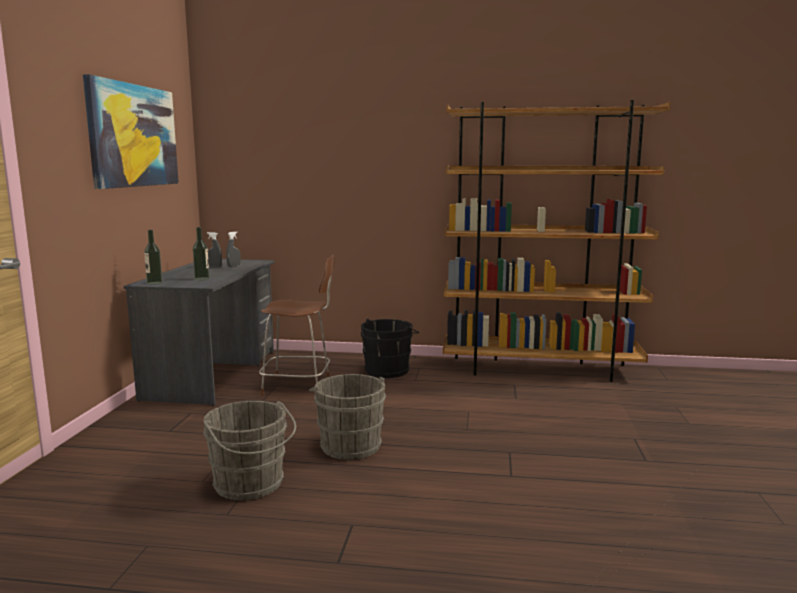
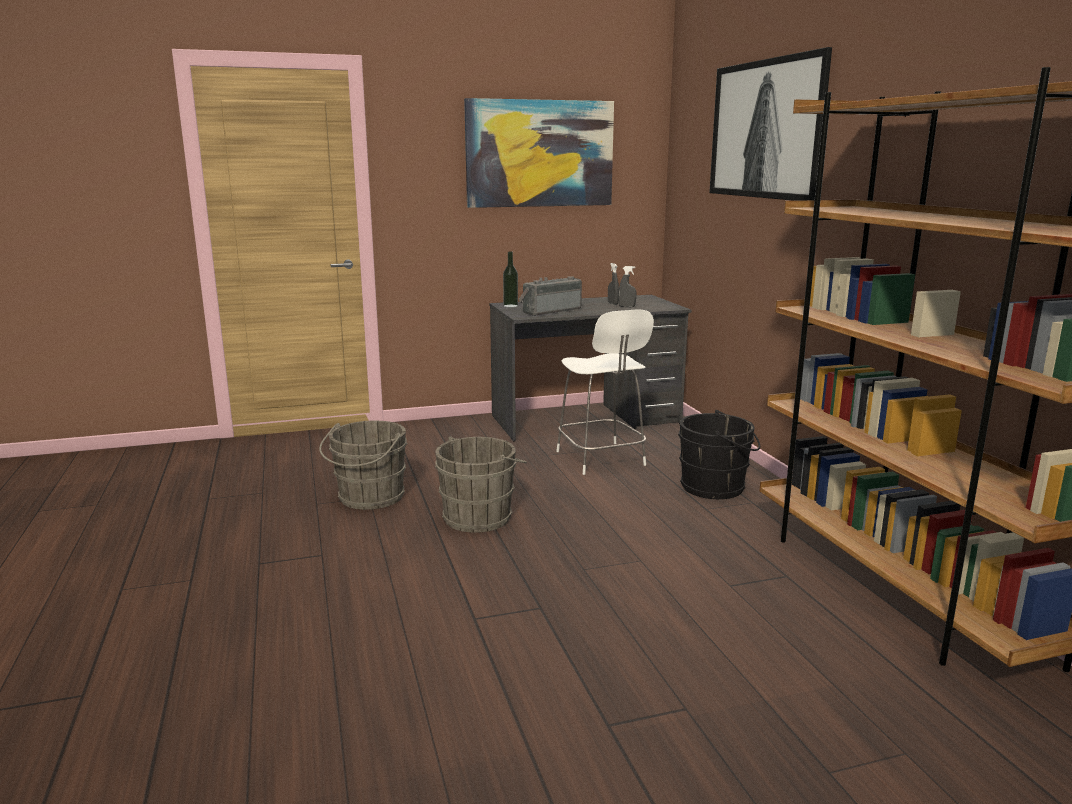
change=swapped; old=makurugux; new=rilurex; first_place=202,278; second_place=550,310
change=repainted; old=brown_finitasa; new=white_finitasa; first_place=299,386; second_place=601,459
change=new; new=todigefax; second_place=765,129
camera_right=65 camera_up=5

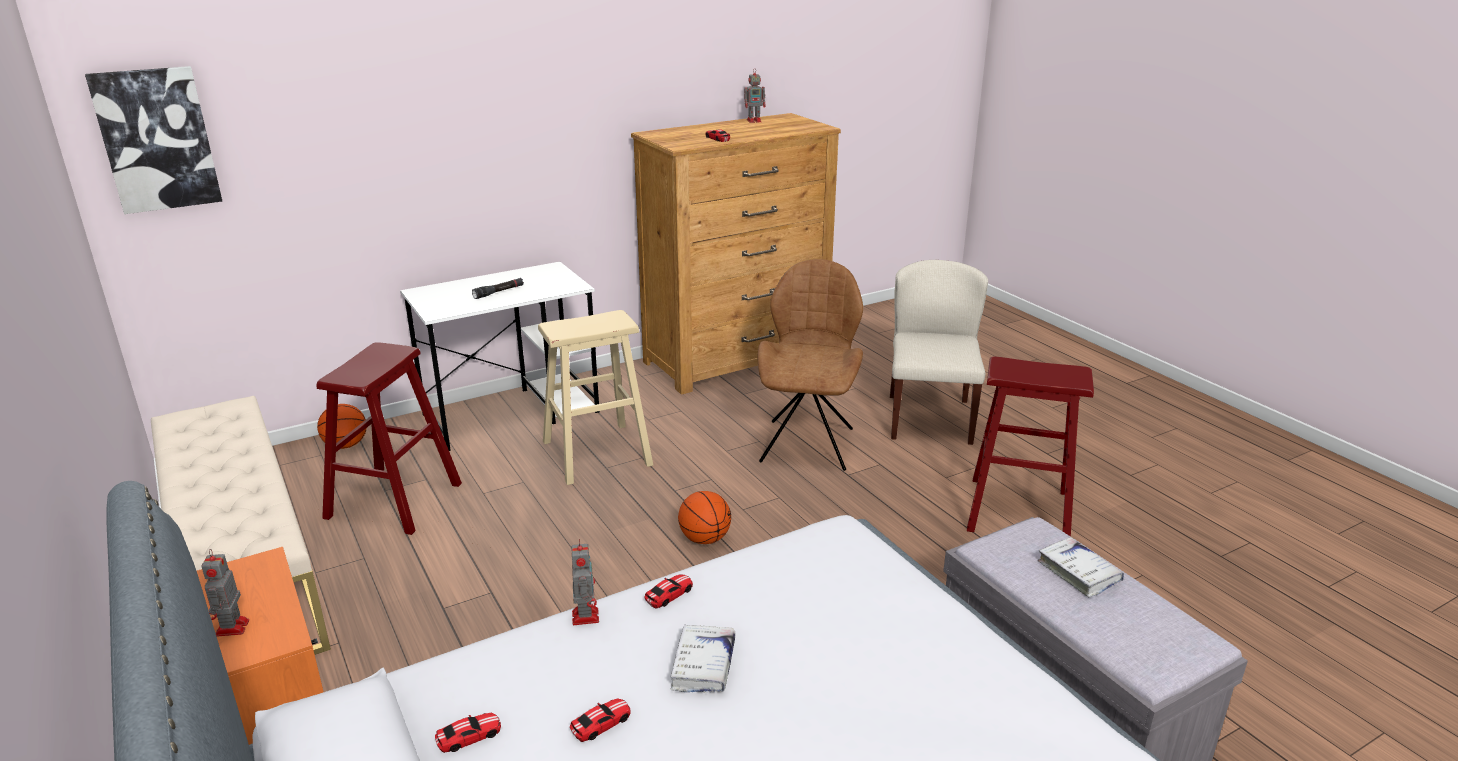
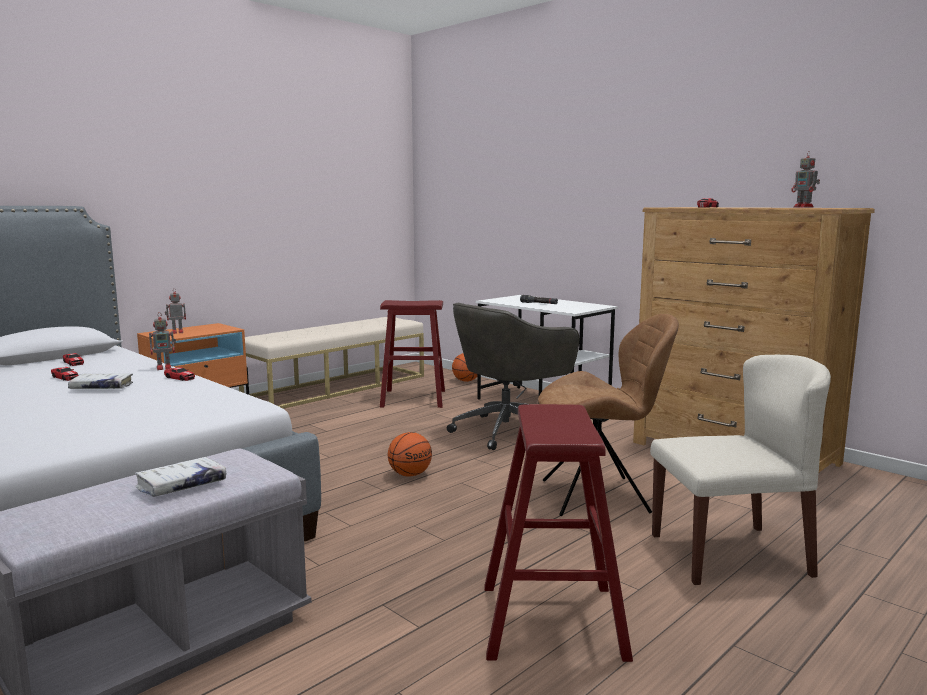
change=swapped; old=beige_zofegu; new=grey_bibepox; first_place=596,453; second_place=508,431
change=gone; old=todigefax; first_place=156,139
camera_right=75 camera_up=-15

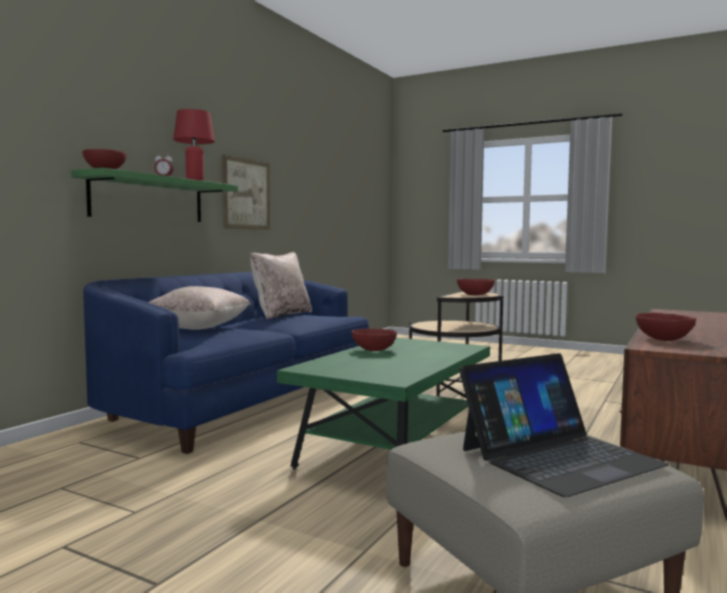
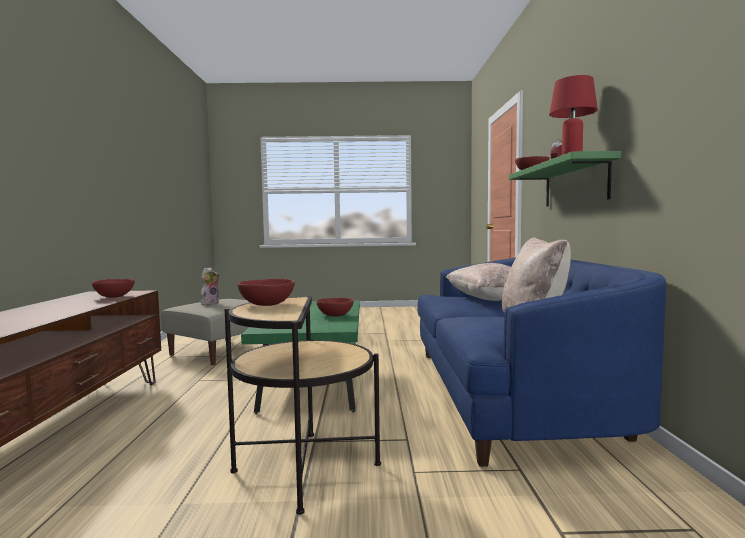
change=swapped; old=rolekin; new=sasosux; first_place=559,457; second_place=210,303
change=gone; old=todigefax; first_place=246,194
camera_right=150 camera_up=0

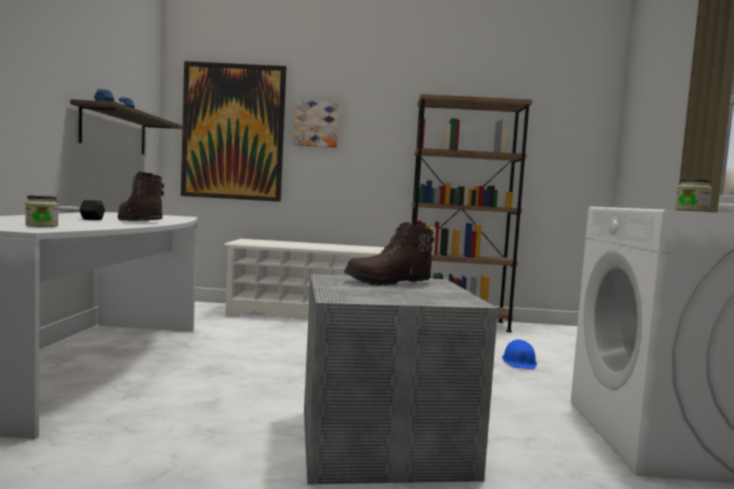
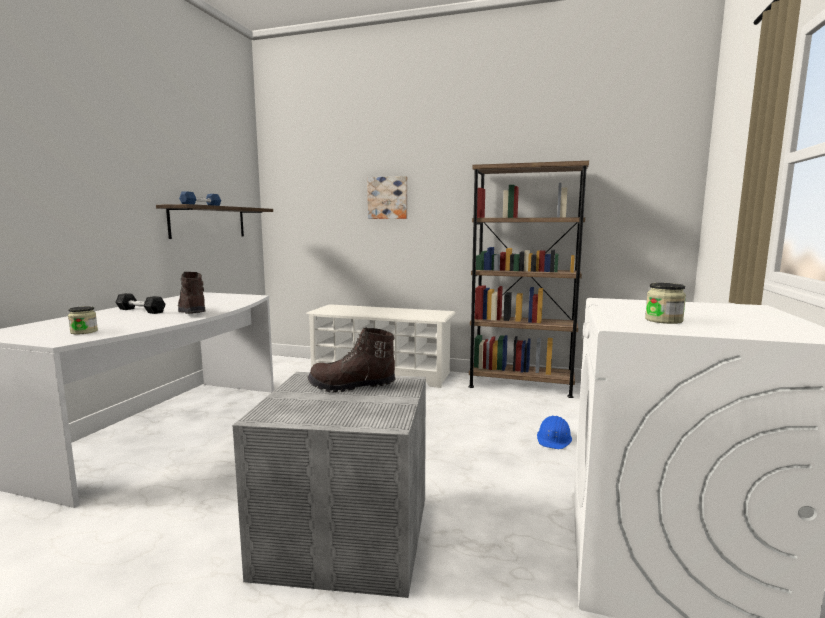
change=gone; old=todigefax; first_place=233,132
camera_right=15 camera_up=5

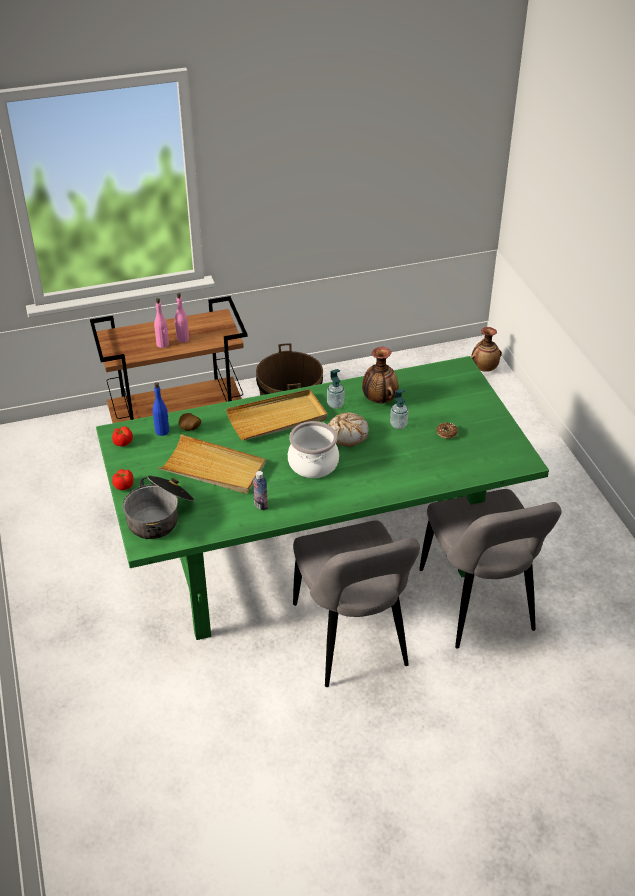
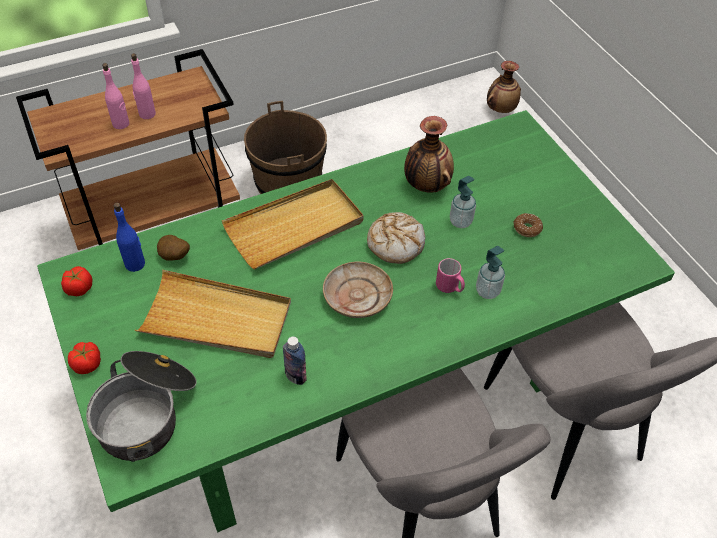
change=swapped; old=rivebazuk; new=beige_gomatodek; first_place=312,463; second_place=357,296
change=new; new=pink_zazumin; second_place=450,287
change=shifted; old=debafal; first_place=335,404; second_place=487,291
camera_right=-10 camera_up=10

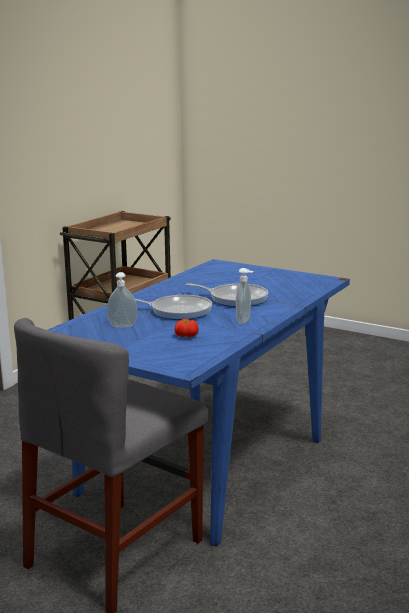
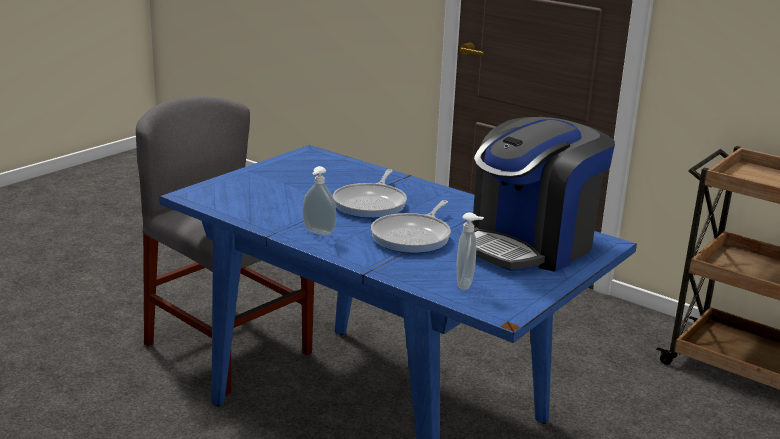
change=shifted; old=debafal; first_place=123,325; second_place=466,284
change=new; new=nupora; second_place=530,245
change=gone; old=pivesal; first_place=186,336
camera_right=95 camera_up=5

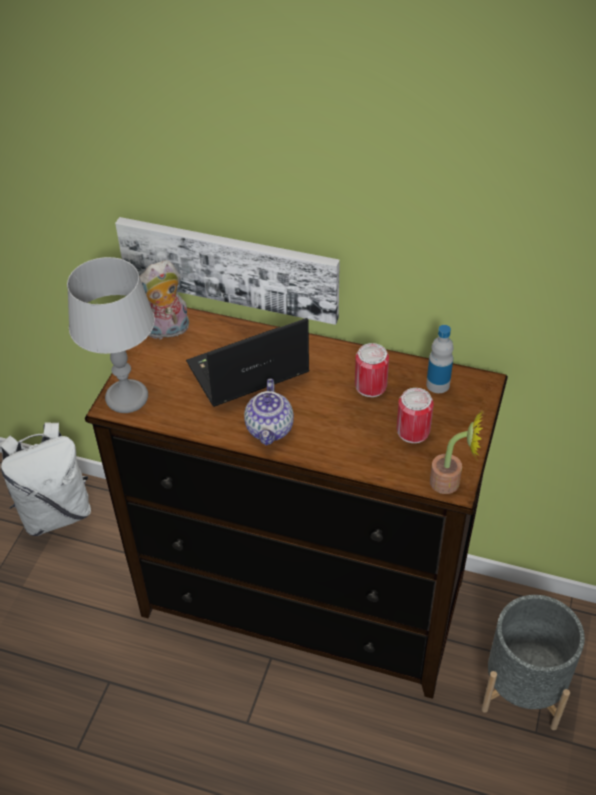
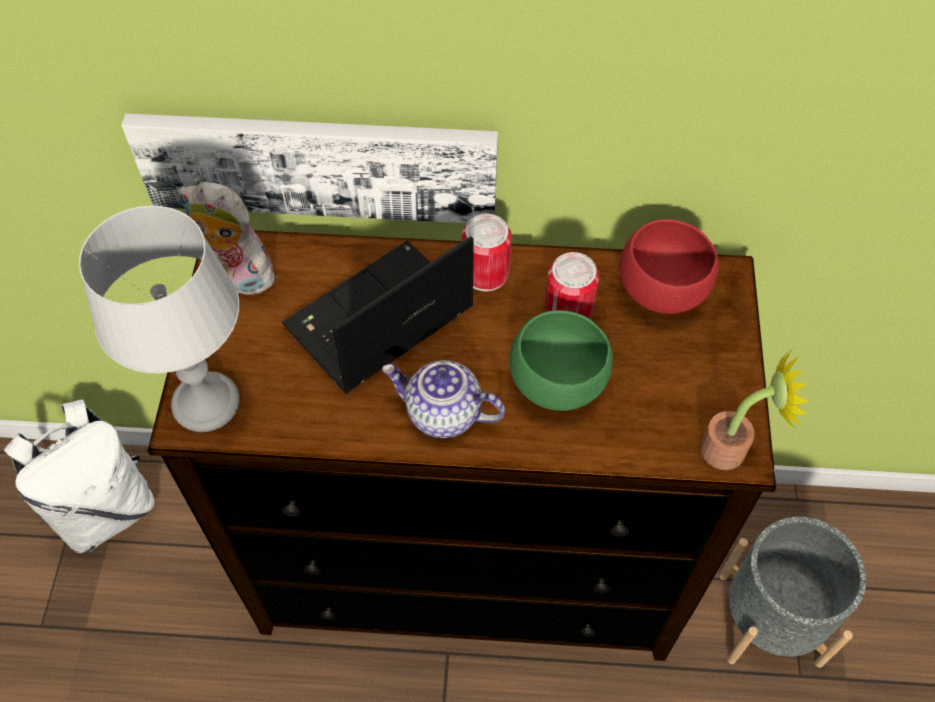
change=rotated; old=sasosux; first_place=166,331; second_place=237,277; degrees=60
change=rotated; old=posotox; first_place=270,429; second_place=442,414; degrees=120
change=shifted; old=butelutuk; first_place=413,430; second_place=485,273
change=new; new=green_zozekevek; second_place=558,382
change=swapped; old=makurugux; new=red_zozekevek; first_place=438,384; second_place=663,291
camera_right=-15 camera_up=10

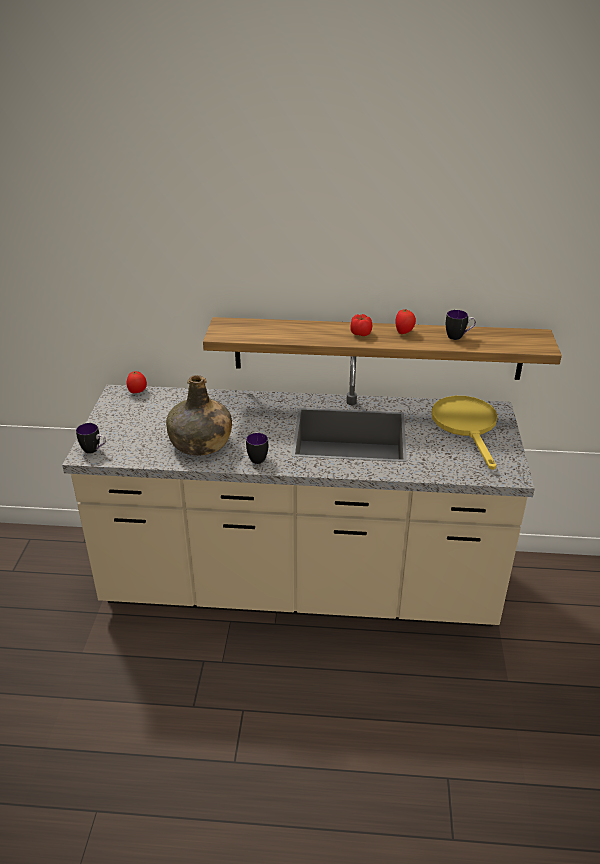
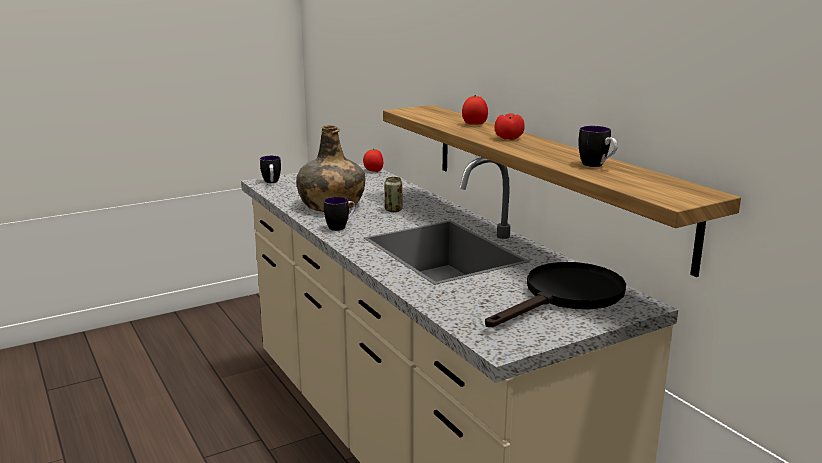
change=new; new=butelutuk; second_place=393,210
change=shifted; old=pivesal; first_place=404,332; second_place=474,124
change=repainted; old=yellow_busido; new=black_busido; first_place=467,426; second_place=566,297
camera_right=55 camera_up=-15

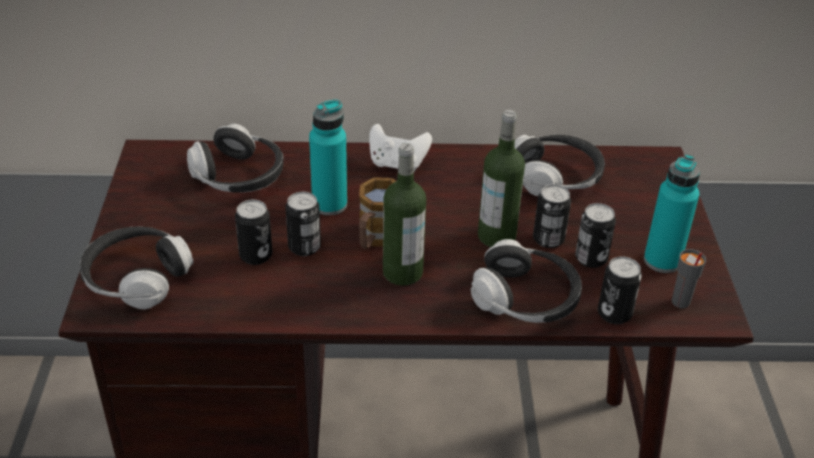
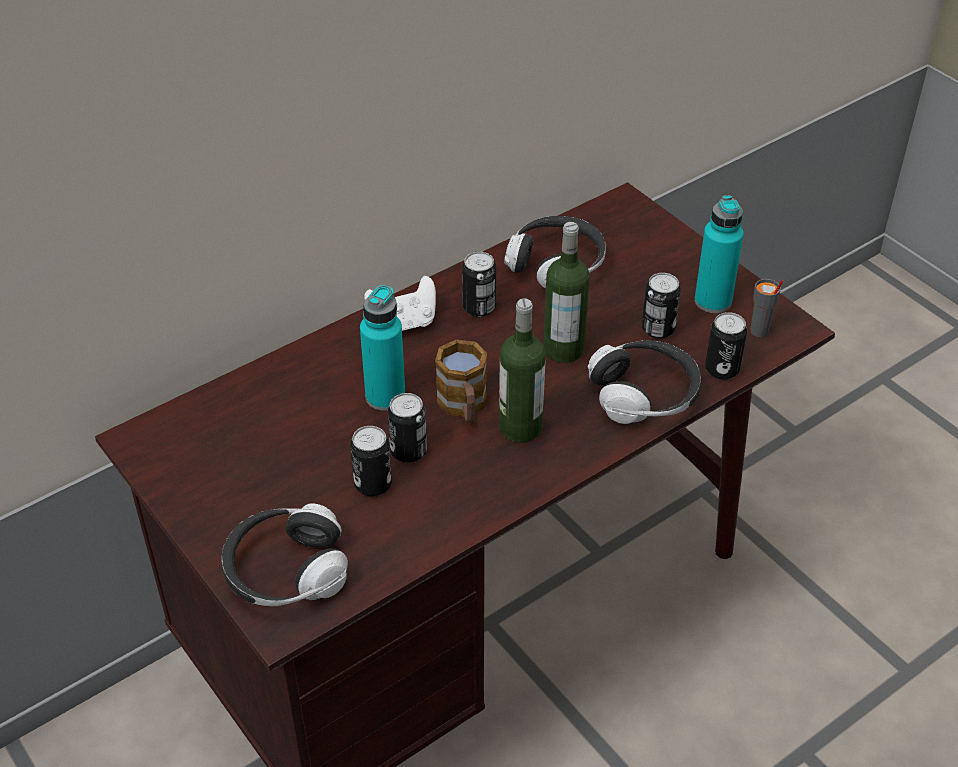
change=shifted; old=butelutuk; first_place=548,239; second_place=479,307
change=gone; old=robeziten; first_place=238,177
camera_right=-35 camera_up=5

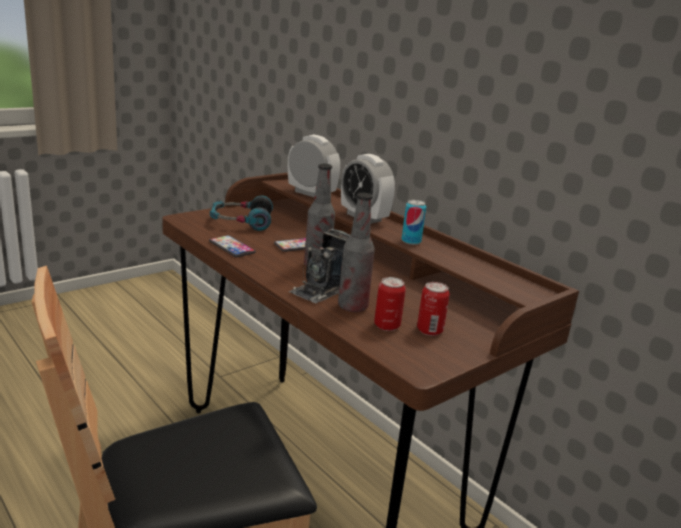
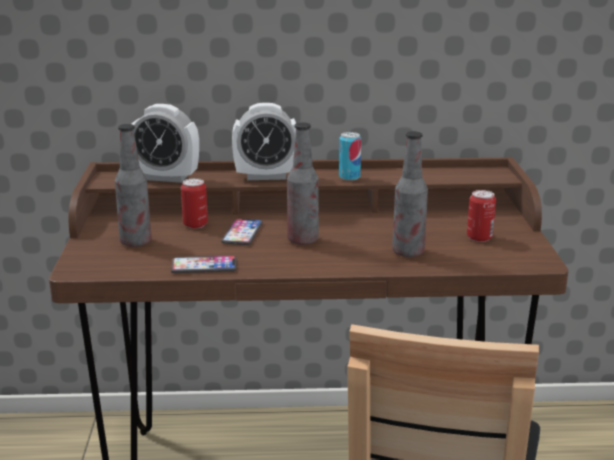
change=swapped; old=robeziten; new=makurugux; first_place=241,222; second_place=135,242
change=rotated; old=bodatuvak; first_place=311,193; second_place=166,178; degrees=-150
change=shifted; old=butelutuk; first_place=387,326; second_place=195,224
change=gone; old=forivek; first_place=323,289
camera_right=-50 camera_up=0

